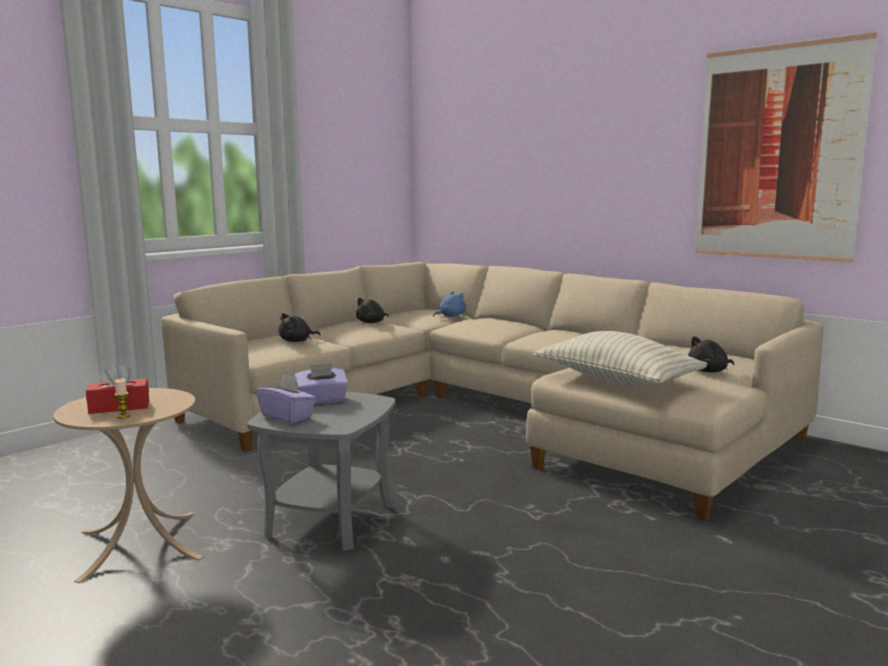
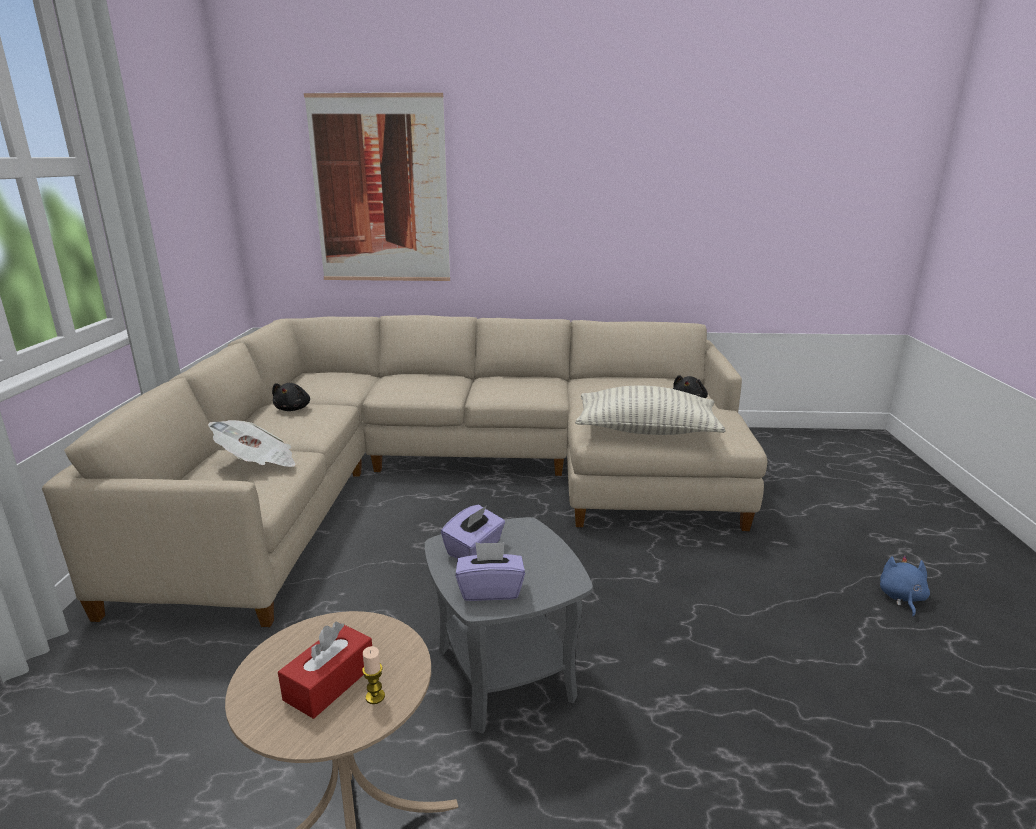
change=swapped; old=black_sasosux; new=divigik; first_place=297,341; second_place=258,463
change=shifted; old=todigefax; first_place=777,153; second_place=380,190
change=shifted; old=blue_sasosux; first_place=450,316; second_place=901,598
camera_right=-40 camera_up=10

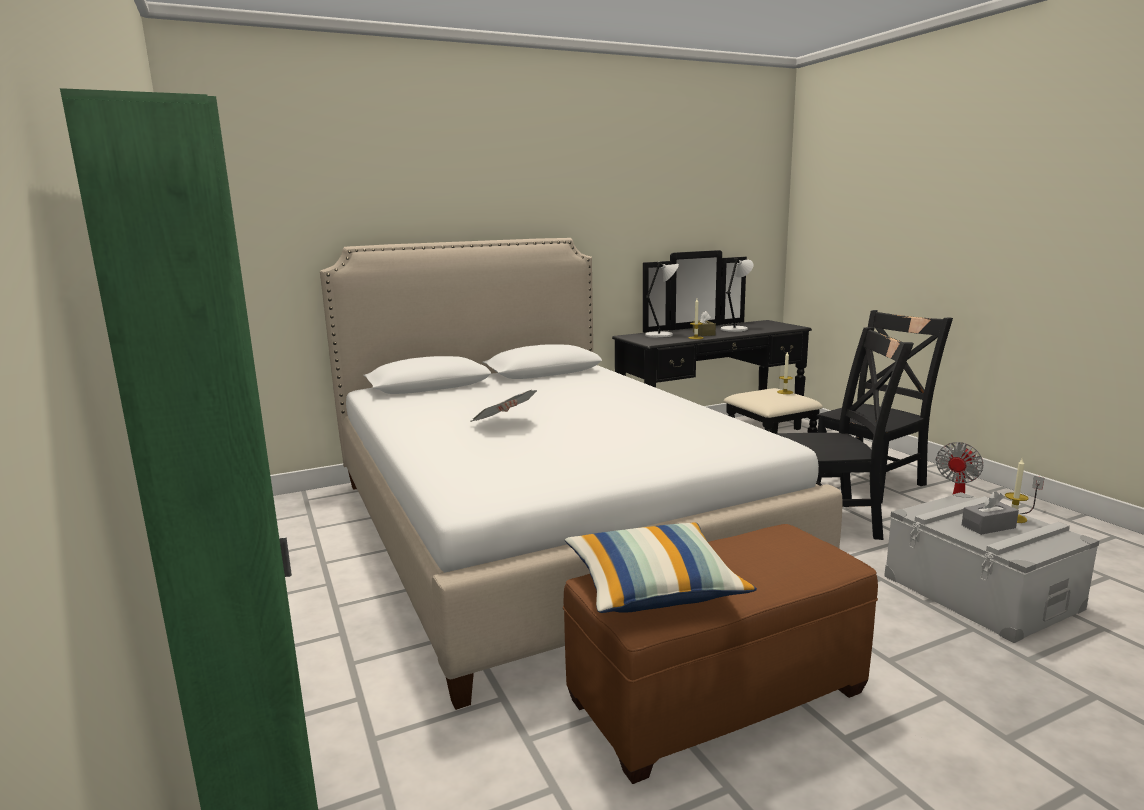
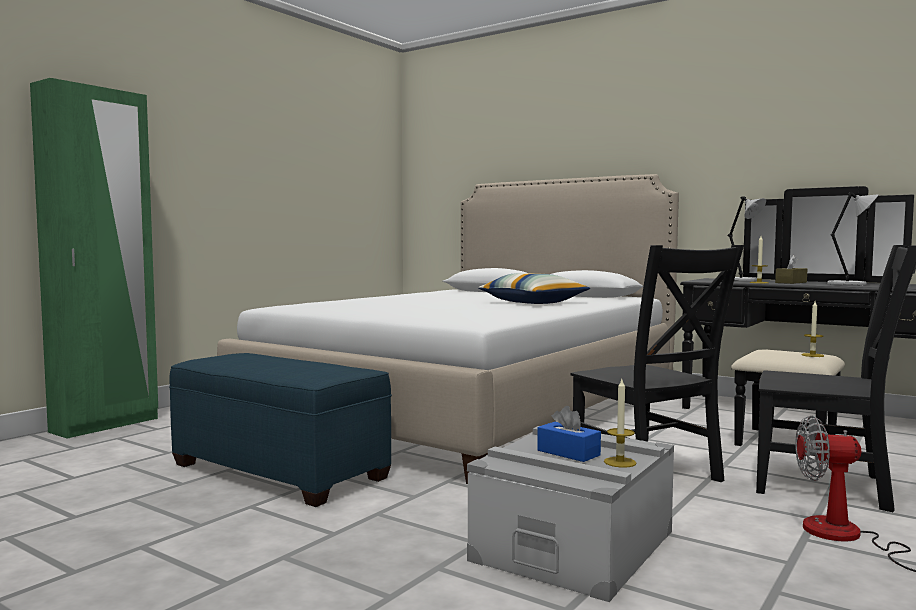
change=repainted; old=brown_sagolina; new=blue_sagolina; first_place=717,696; second_place=280,471
change=shifted; old=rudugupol; first_place=653,588; second_place=533,303
change=repainted; old=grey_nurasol; new=blue_nurasol; first_place=988,526; second_place=568,453
change=gone; old=divigik; first_place=504,424
camera_right=60 camera_up=-10

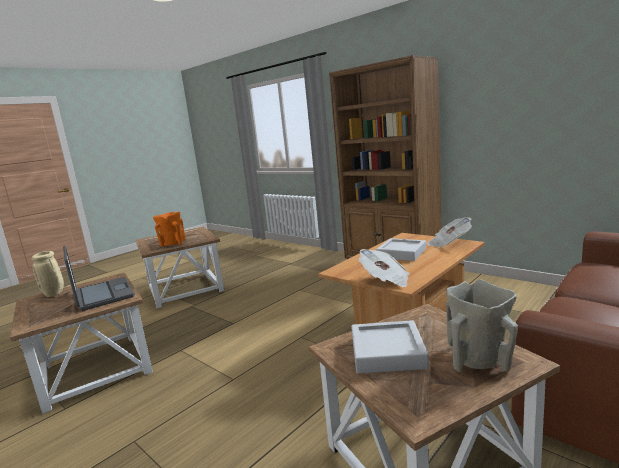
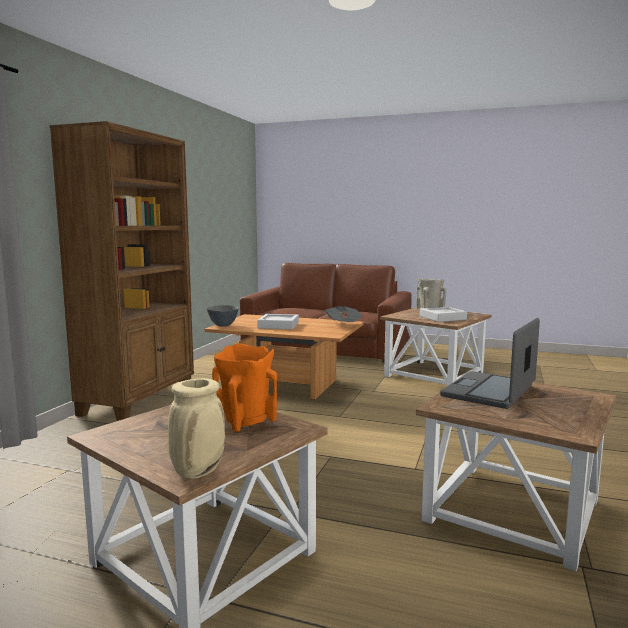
change=shifted; old=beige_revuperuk; first_place=54,294; second_place=198,471
change=new; new=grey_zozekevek; second_place=223,326
change=gone; old=divigik; first_place=449,243
camera_right=-115 camera_up=-5

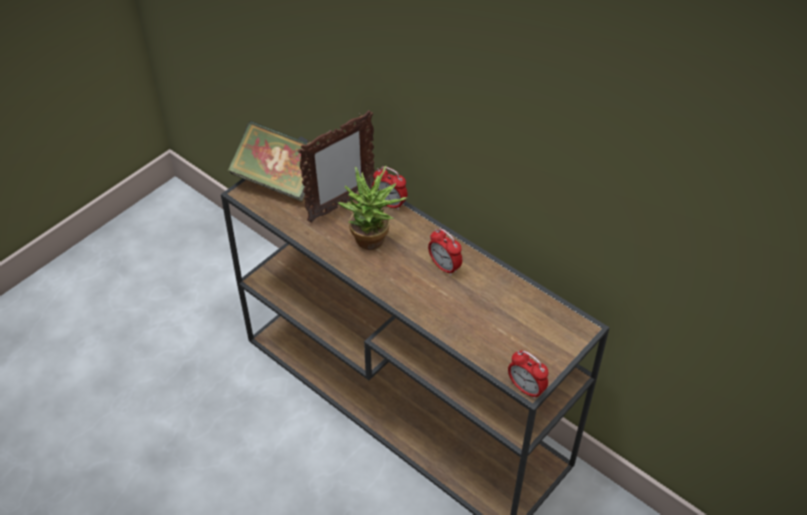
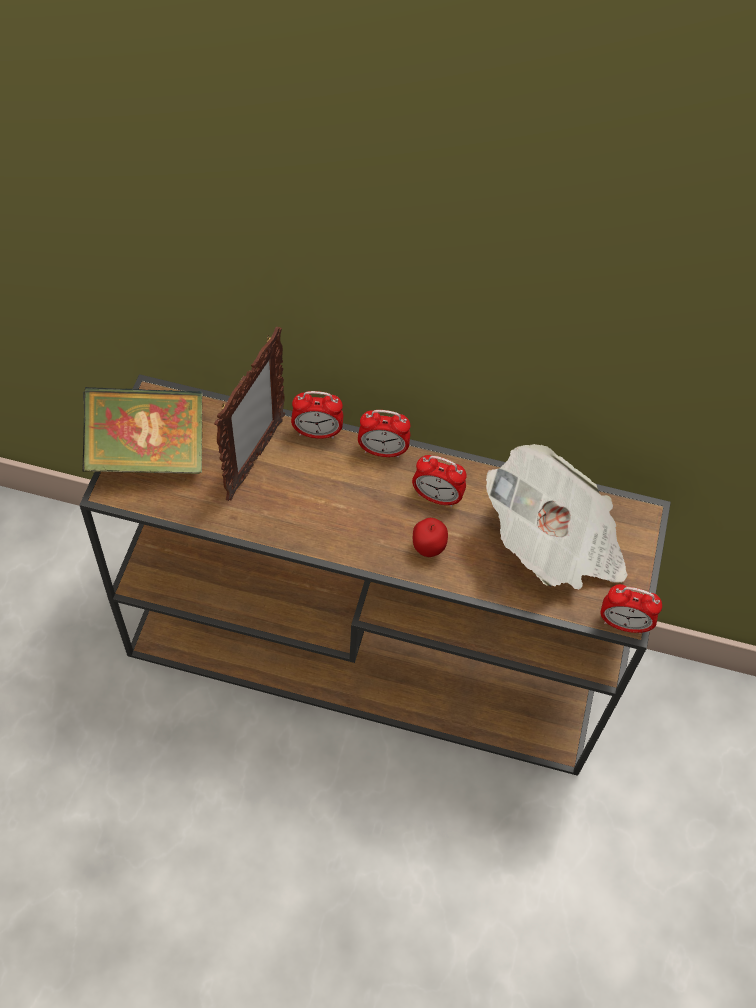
change=new; new=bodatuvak; second_place=383,451
change=new; new=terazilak; second_place=428,548
change=new; new=divigik; second_place=554,542
change=gone; old=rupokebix; first_place=373,244
camera_right=-30 camera_up=10

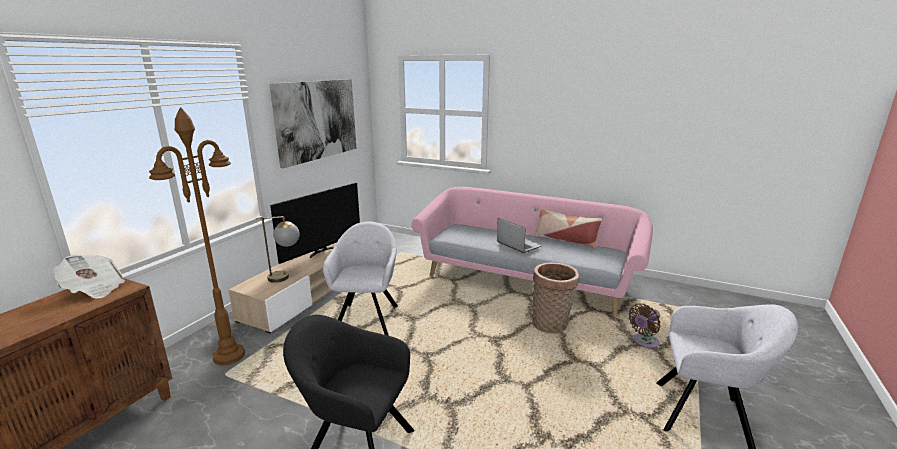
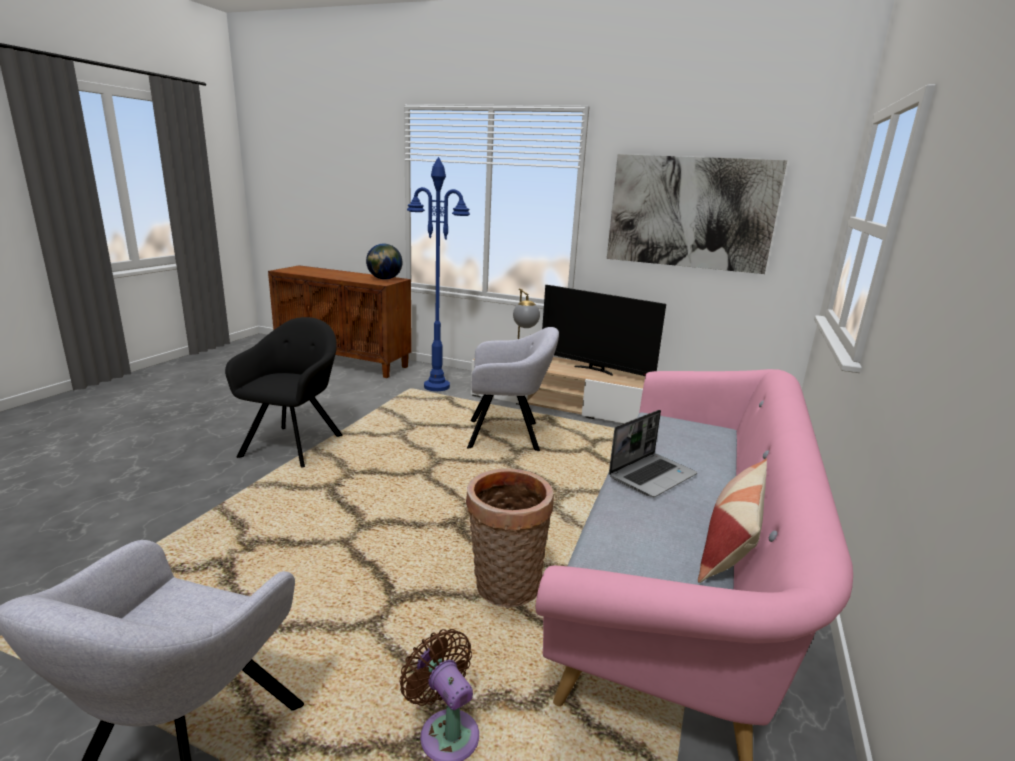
change=swapped; old=divigik; new=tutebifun; first_place=93,289; second_place=384,279
change=repainted; old=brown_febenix; new=blue_febenix; first_place=229,356; second_place=436,386
camera_right=85 camera_up=0

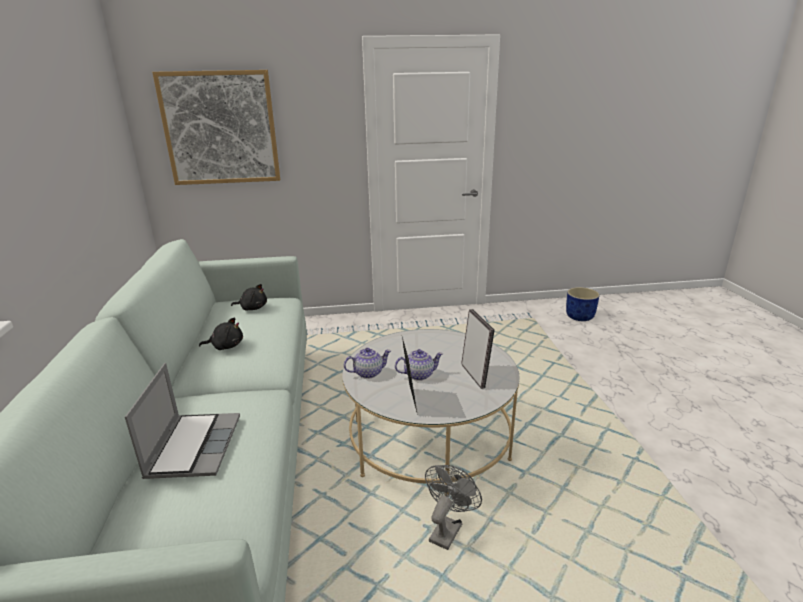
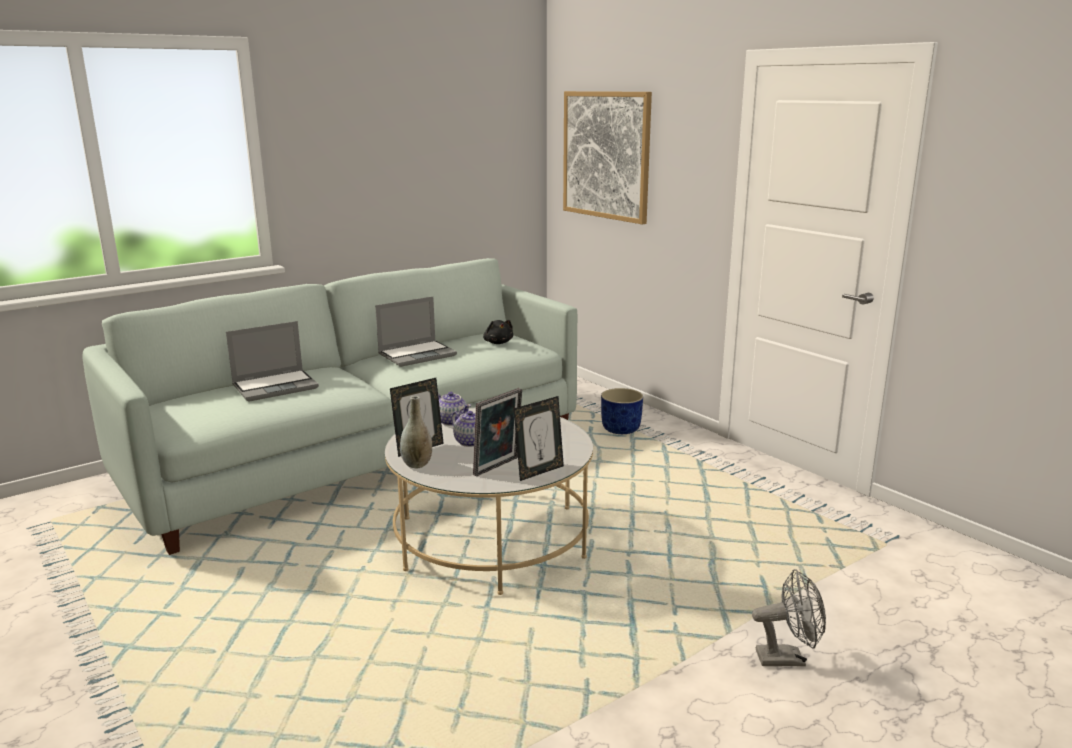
change=swapped; old=black_sasosux; new=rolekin; first_place=226,346; second_place=417,355
change=new; new=grey_revuperuk; second_place=417,464
change=new; new=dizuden; second_place=539,471
change=shifted; old=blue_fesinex; first_place=580,317; second_place=621,429
change=shifted; old=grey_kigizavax; first_place=447,529; second_place=787,658
camera_right=60 camera_up=-5

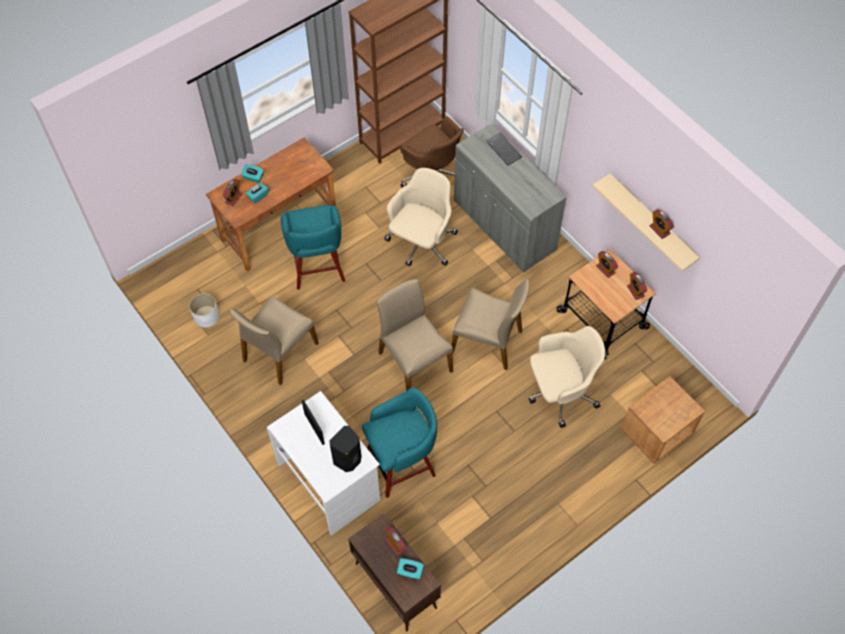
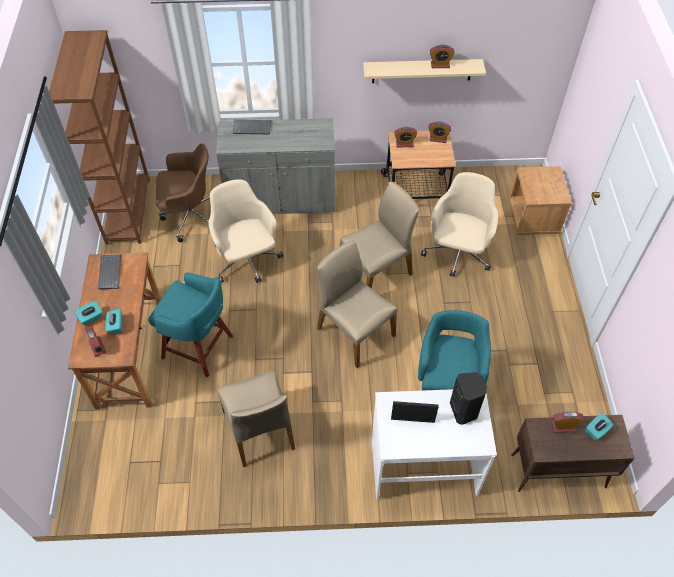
change=new; new=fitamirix; second_place=109,272
change=rotated; old=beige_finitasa; first_place=414,362; second_place=354,332; degrees=45
change=gone; old=white_fesinex; first_place=206,316
camera_right=-55 camera_up=-5

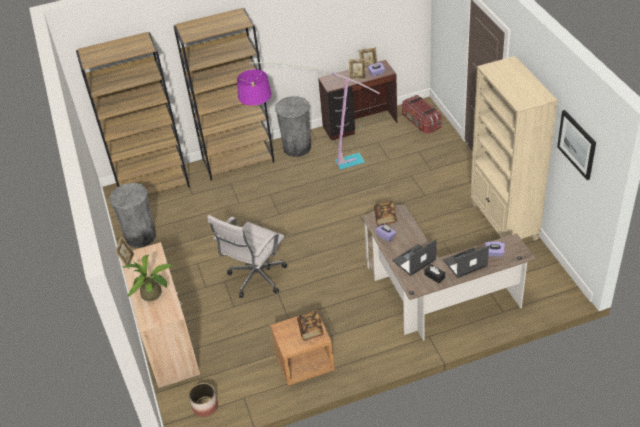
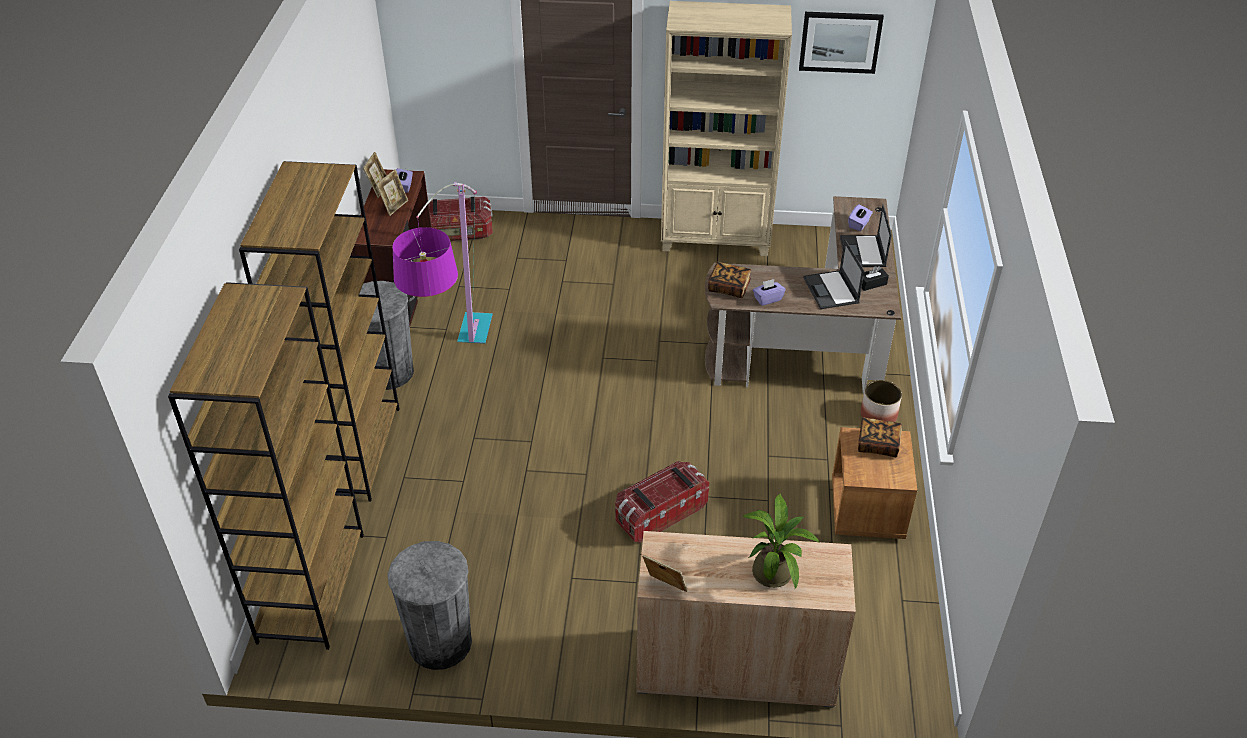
change=swapped; old=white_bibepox; new=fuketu; first_place=255,279; second_place=660,513
change=shifted; old=fesinex; first_place=205,406; second_place=878,415
camera_right=-70 camera_up=0

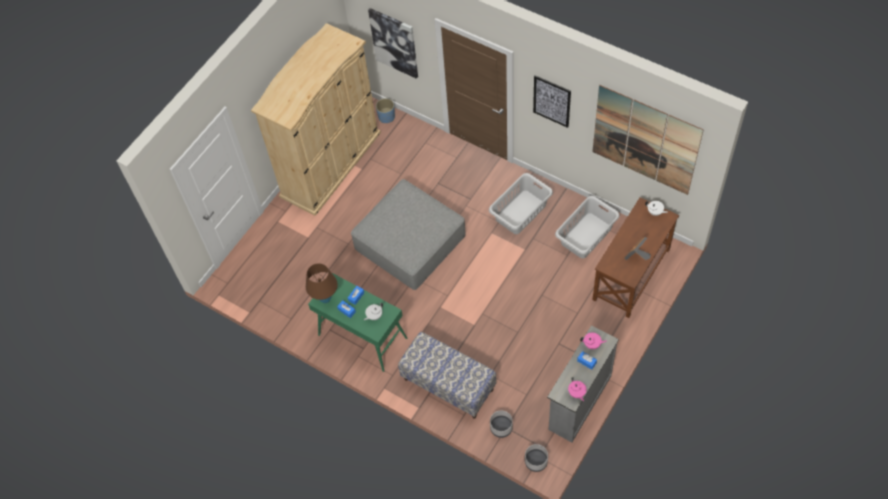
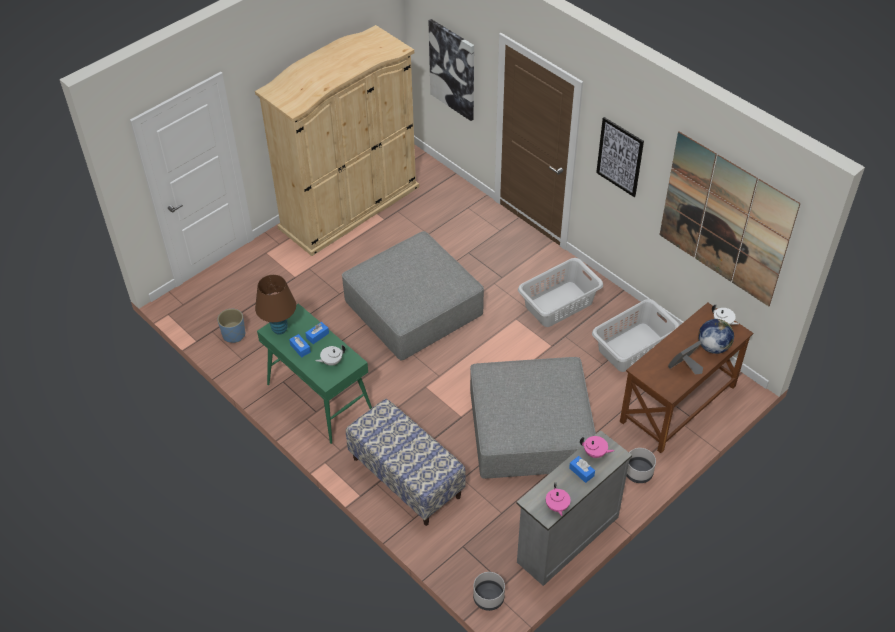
change=shifted; old=blue_fesinex; first_place=386,117; second_place=233,334
change=new; new=grey_sagolina; second_place=529,431
change=shifted; old=grey_fesinex; first_place=501,428; second_place=638,473
change=new; new=tutebifun; second_place=713,347
camera_right=10 camera_up=-10

